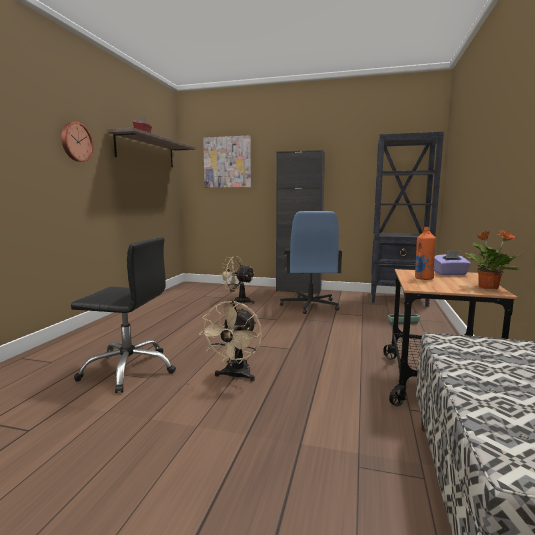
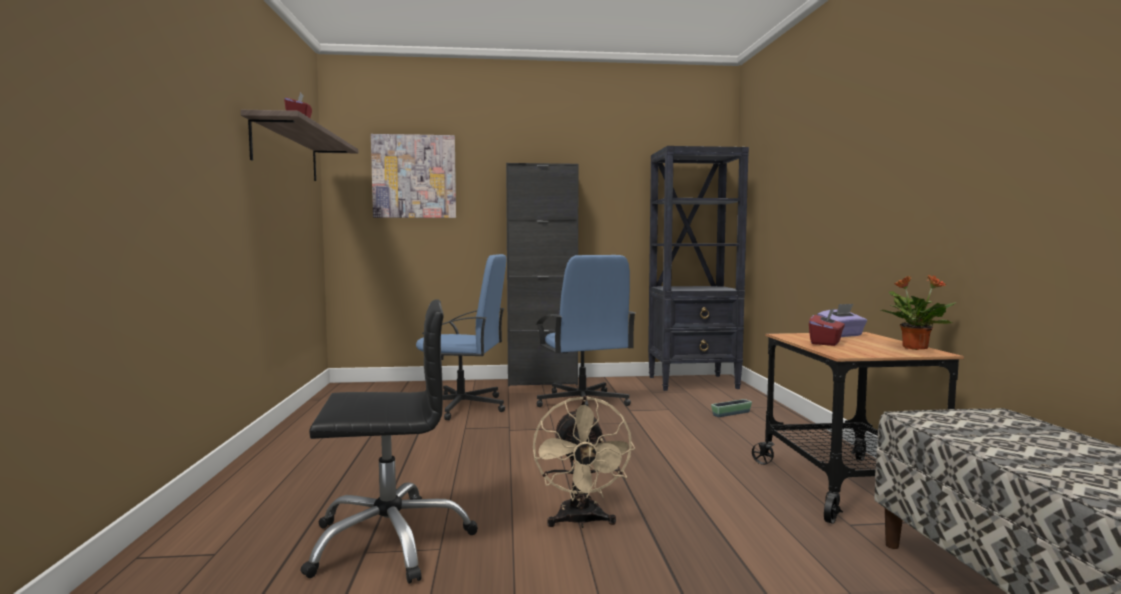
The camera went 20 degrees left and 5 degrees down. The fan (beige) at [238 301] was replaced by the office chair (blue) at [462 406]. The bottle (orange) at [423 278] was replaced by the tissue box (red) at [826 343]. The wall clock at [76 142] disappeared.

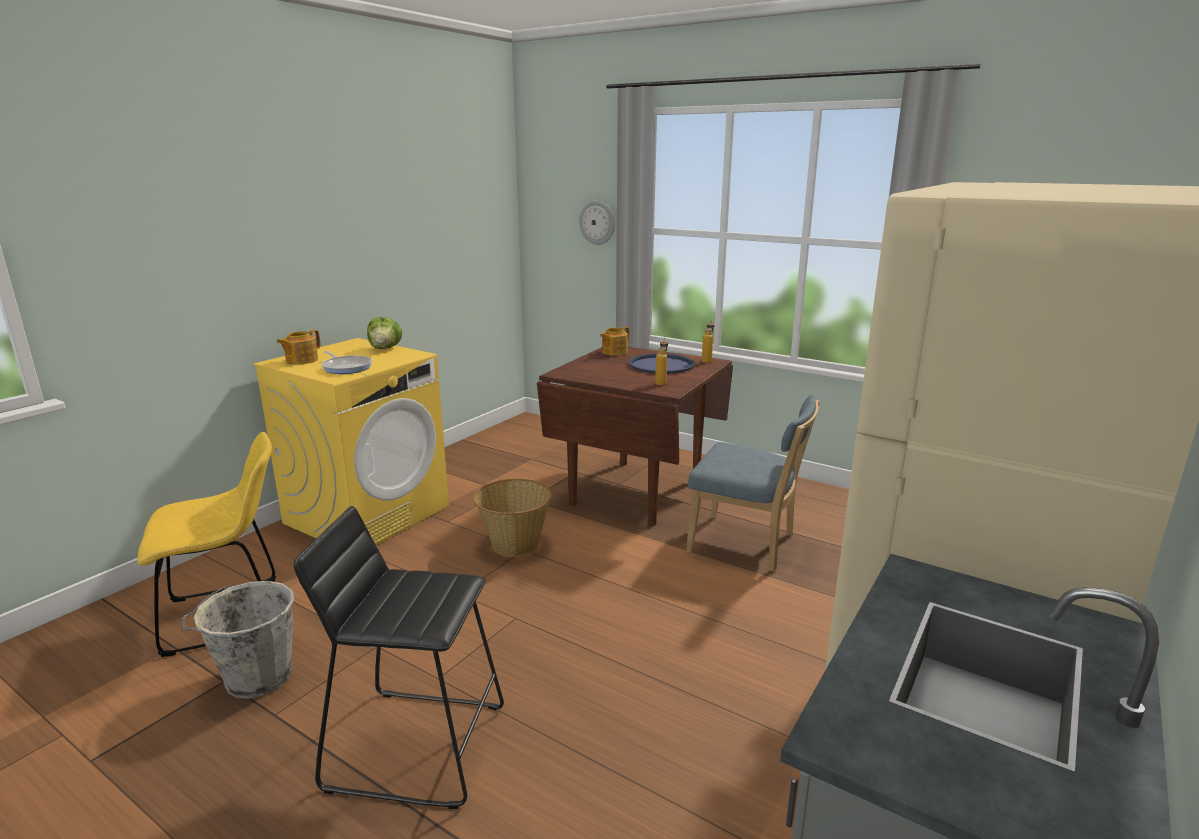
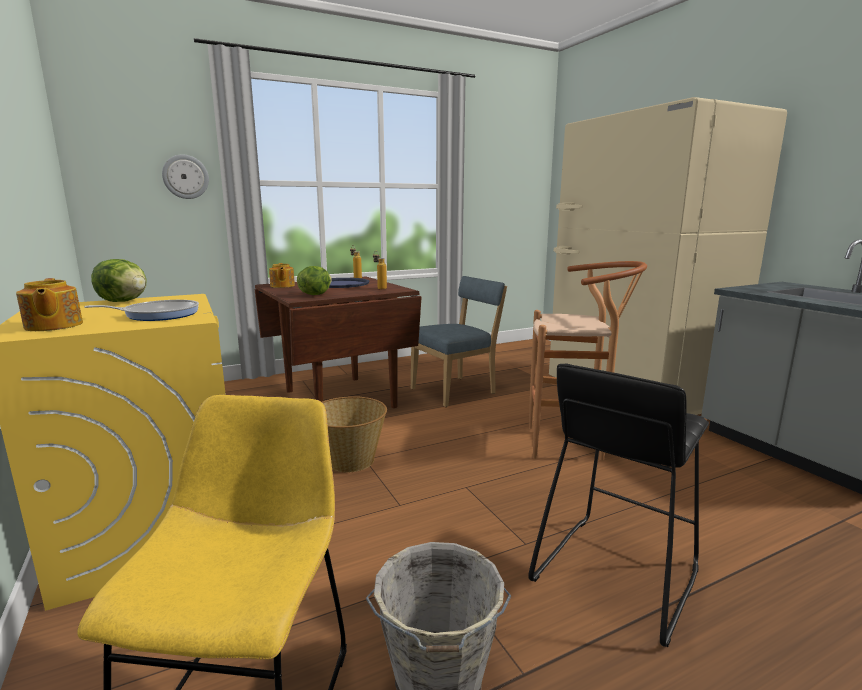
The camera went 60 degrees left and 5 degrees down. The lettuce at [314 294] appeared. The stool (brown) at [573 444] appeared.

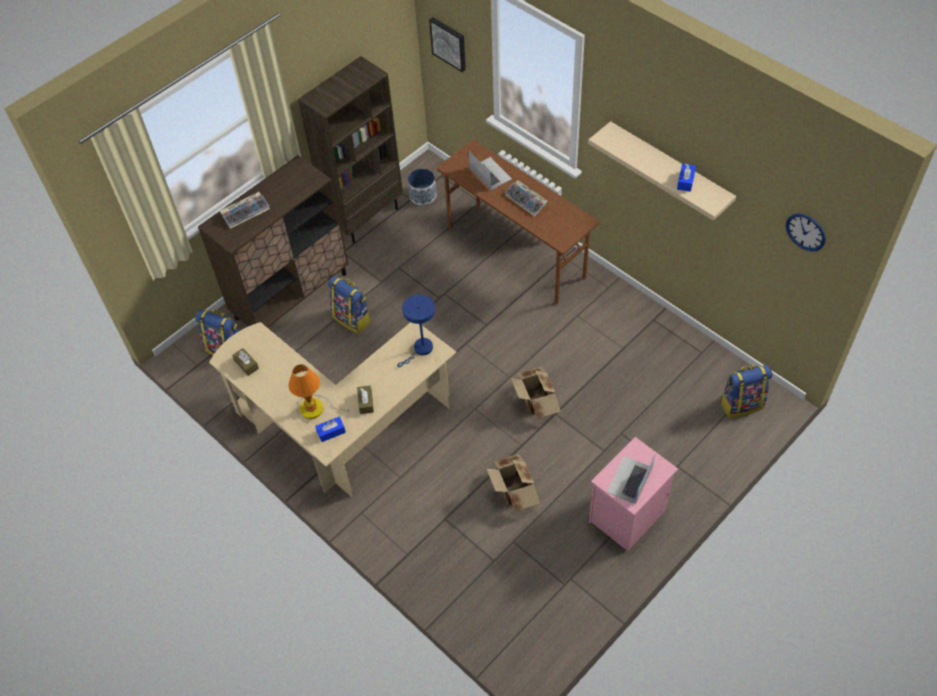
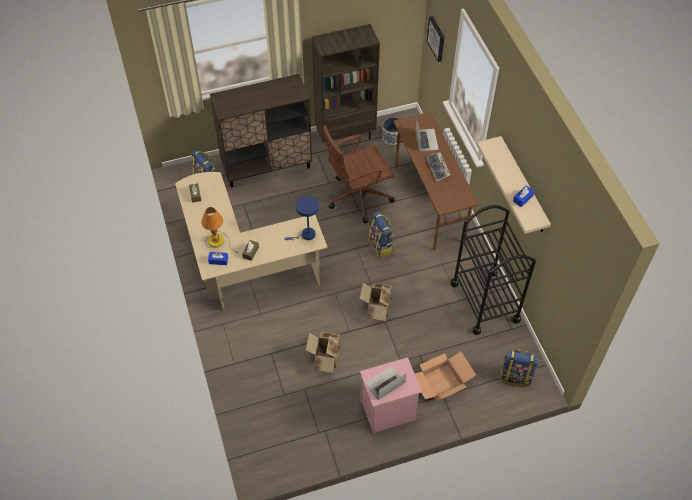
The camera went 25 degrees right and 0 degrees up. The office chair (brown) at [357 197] appeared. The backpack moved from [352 319] to [381 246]. The cardboard box at [441 383] appeared. The cart (black) at [485 302] appeared. The keyboard at [246 212] disappeared. The wall clock at [805 232] disappeared.

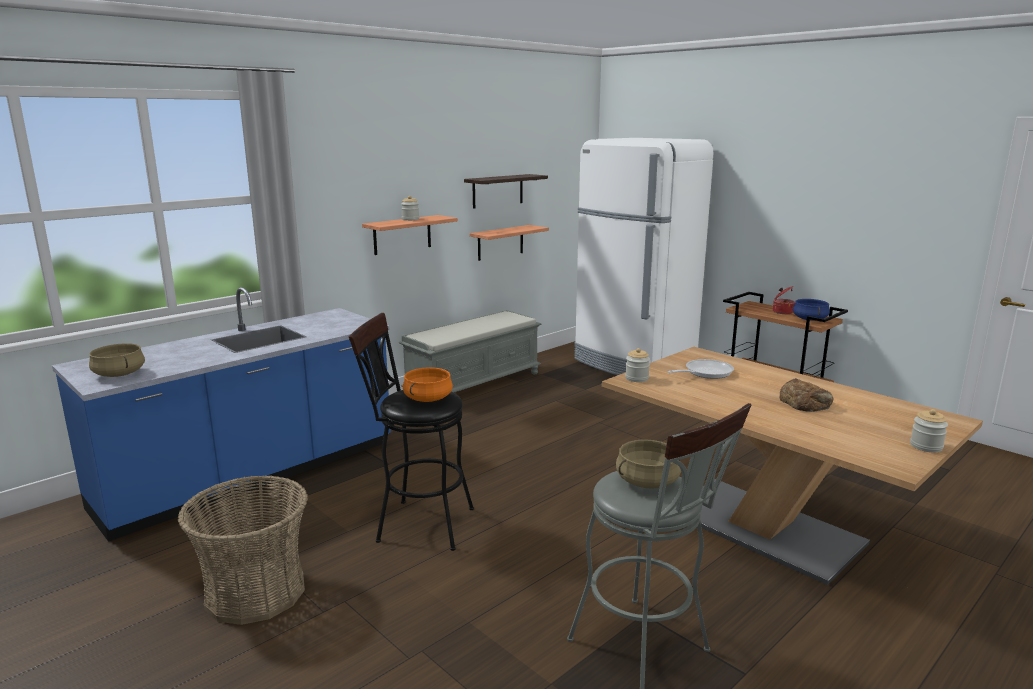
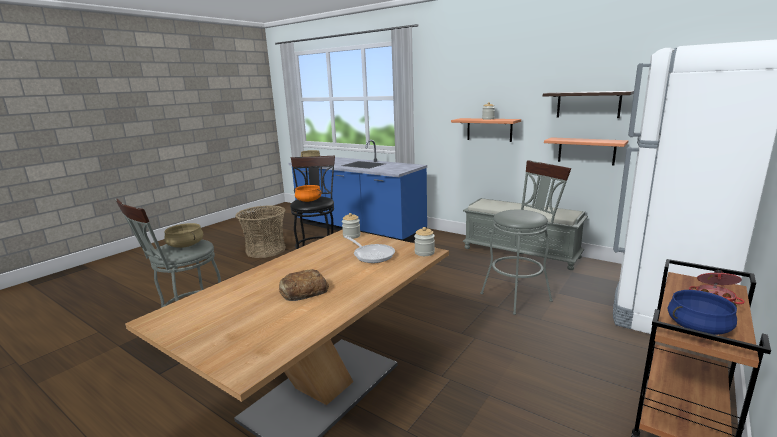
The camera went 80 degrees right and 0 degrees up. The jar moved from [926 446] to [424 252]. The stool (grey) at [519 295] appeared.

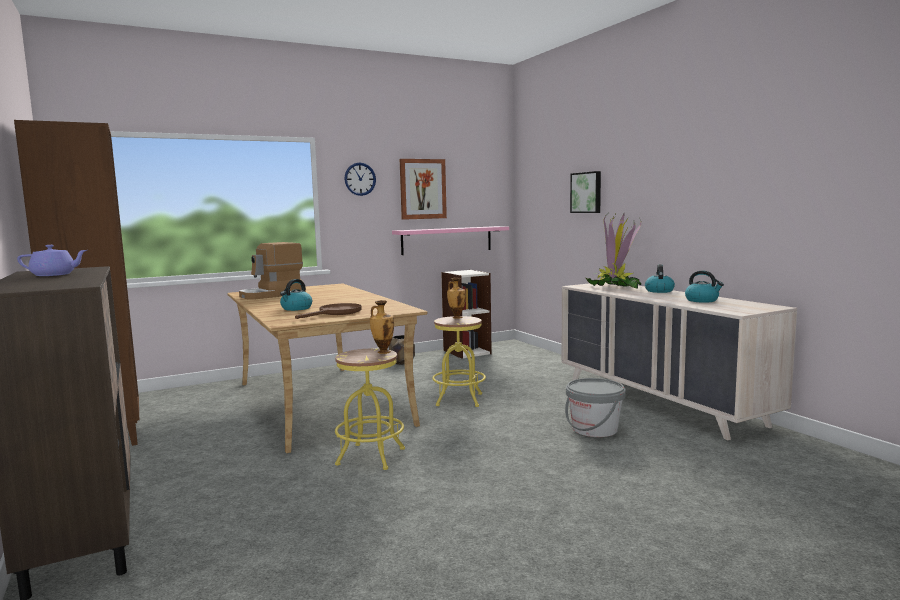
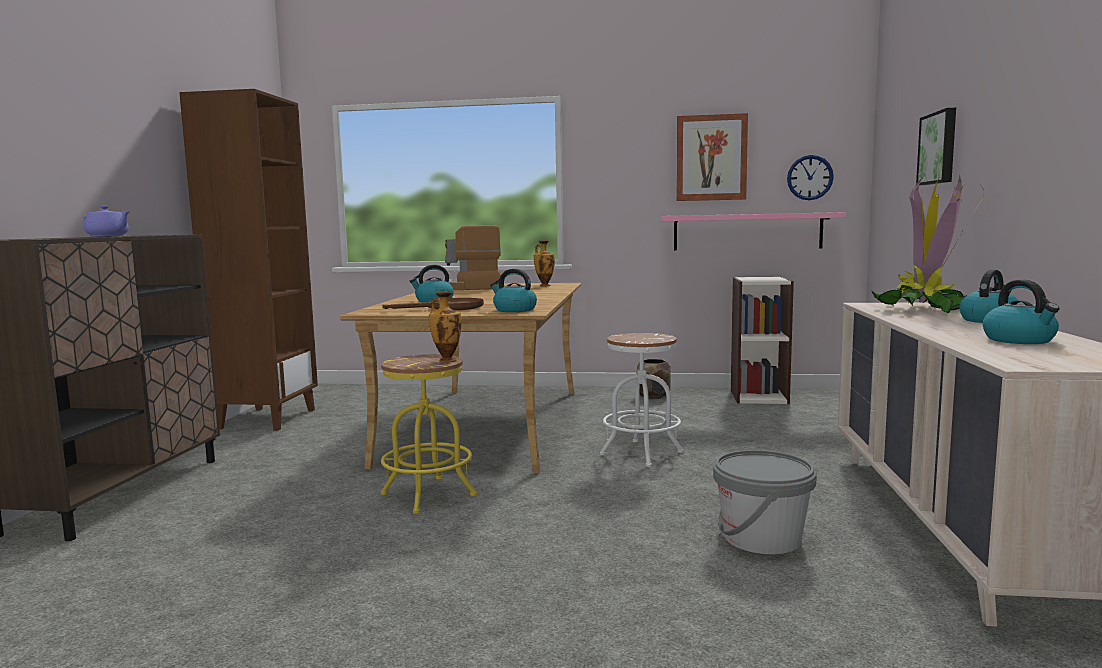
The camera went 35 degrees right and 0 degrees up. The kettle at [514 310] appeared. The vase moved from [456 317] to [544 285]. The stool (yellow) at [459 400] became the stool (white) at [641 453]. The wall clock moved from [360 179] to [810 177].

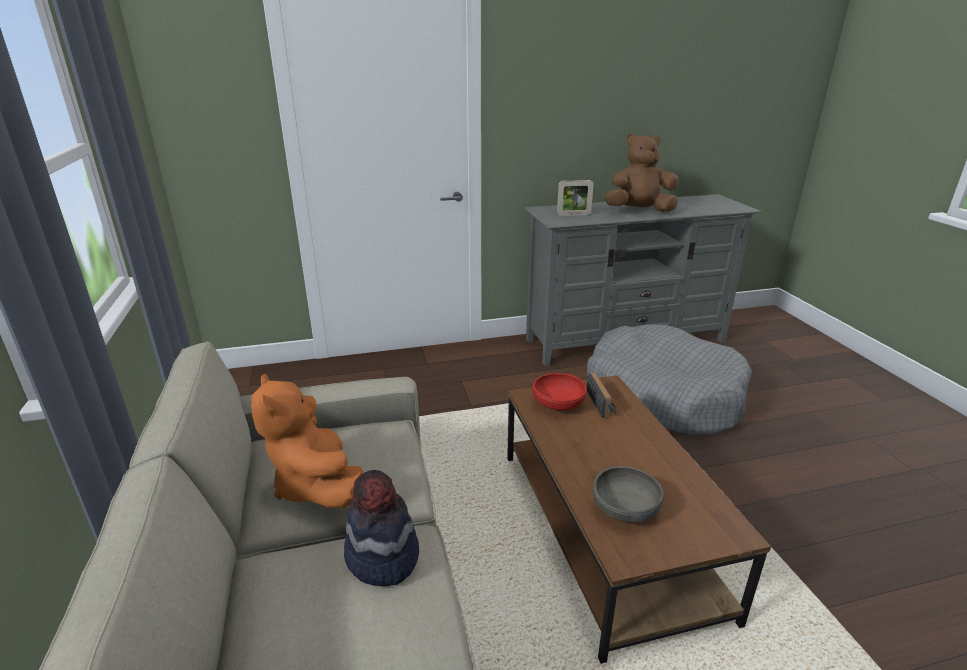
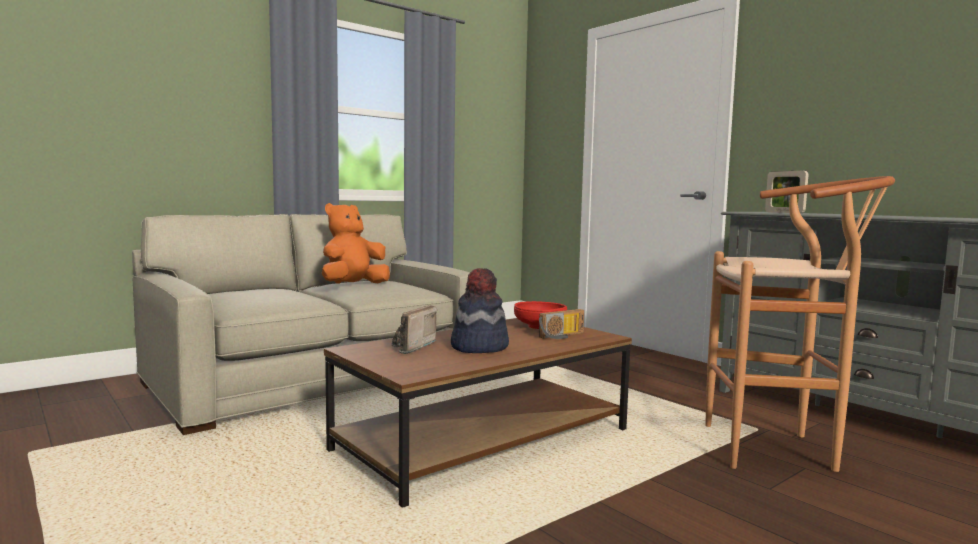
The camera went 65 degrees right and 20 degrees down. The bowl (grey) at [625 509] was replaced by the radio at [409 347]. The hat moved from [382 557] to [479 347]. The dog bed (grey) at [663 395] was replaced by the stool (brown) at [781 450]. The plush toy (brown) at [639 211] disappeared.

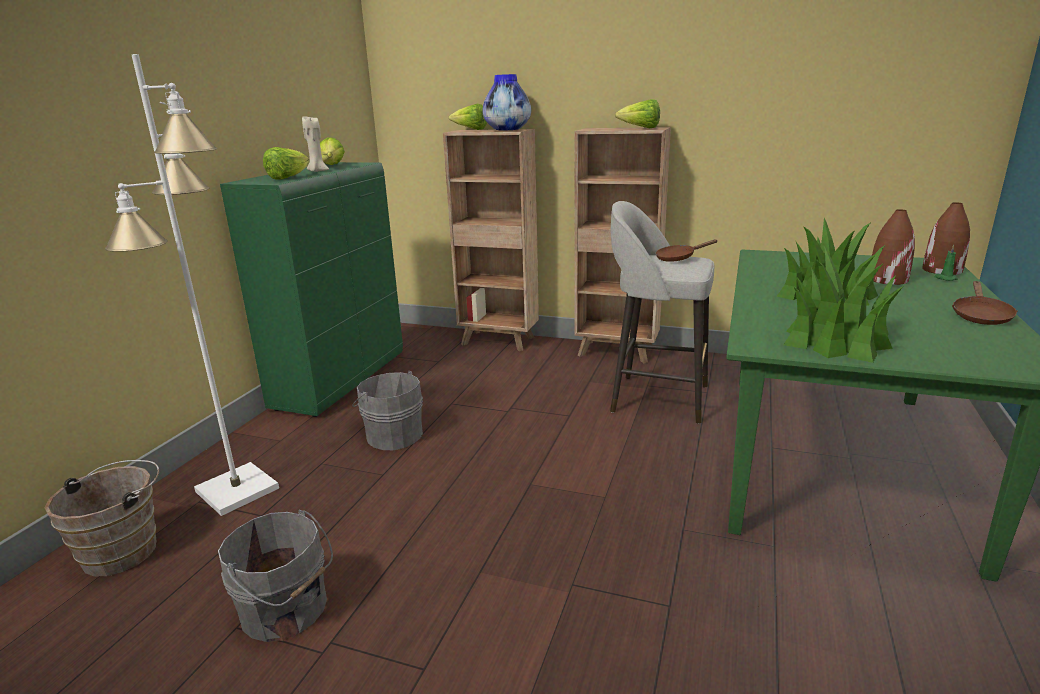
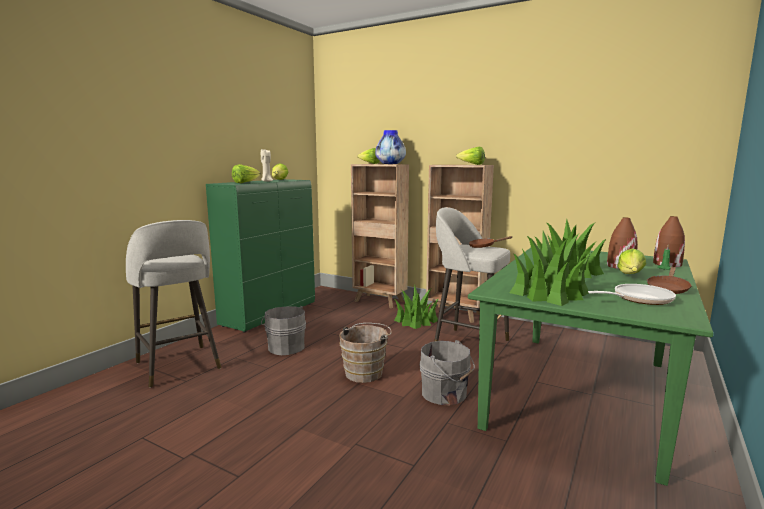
The camera went 10 degrees right and 10 degrees down. The floor lamp (white) at [236 491] was replaced by the stool (grey) at [178 366]. The bucket (brown) moved from [126 550] to [366 372]. The potted plant at [416 321] appeared. The bucket (grey) moved from [286 611] to [445 394]. The frying pan at [638 299] appeared. The lettuce at [630 276] appeared.

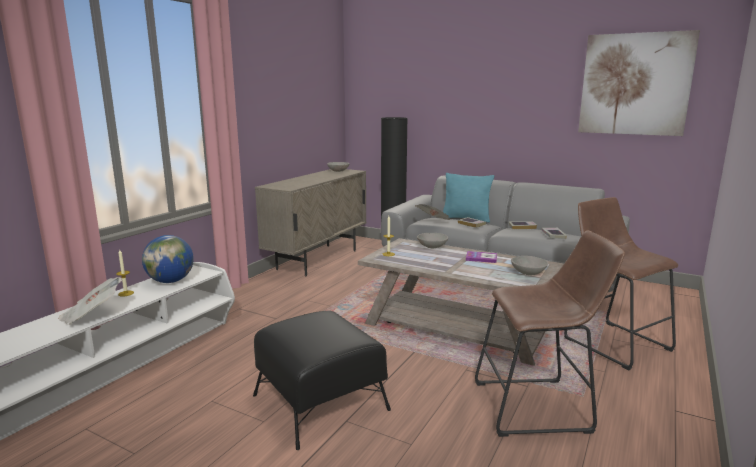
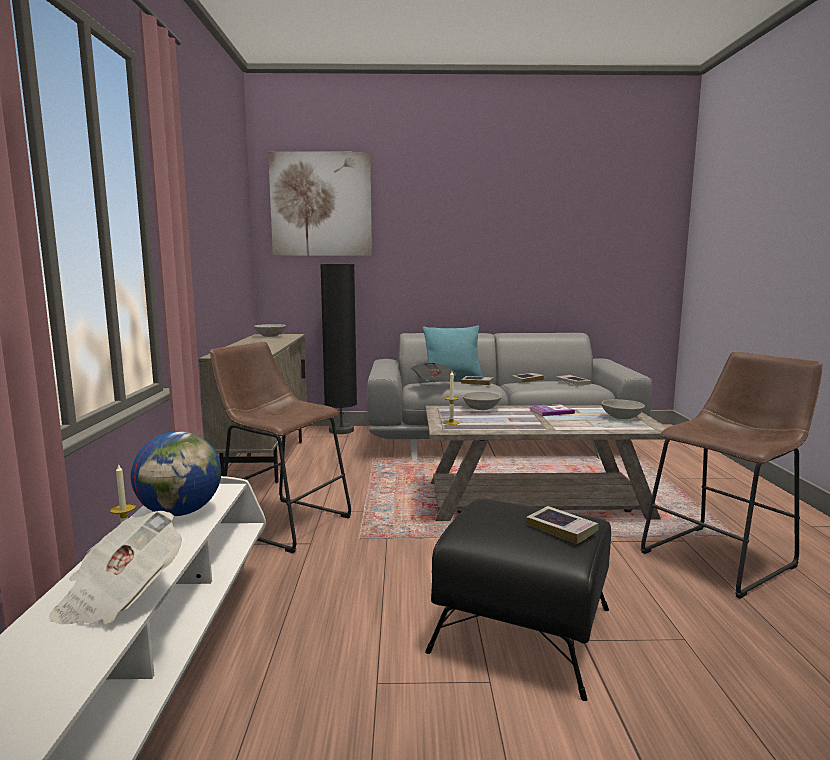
The camera went 30 degrees left and 5 degrees down. The stool (brown) moved from [612 342] to [282 522]. The picture moved from [635 84] to [321 204]. The book at [561 529] appeared.

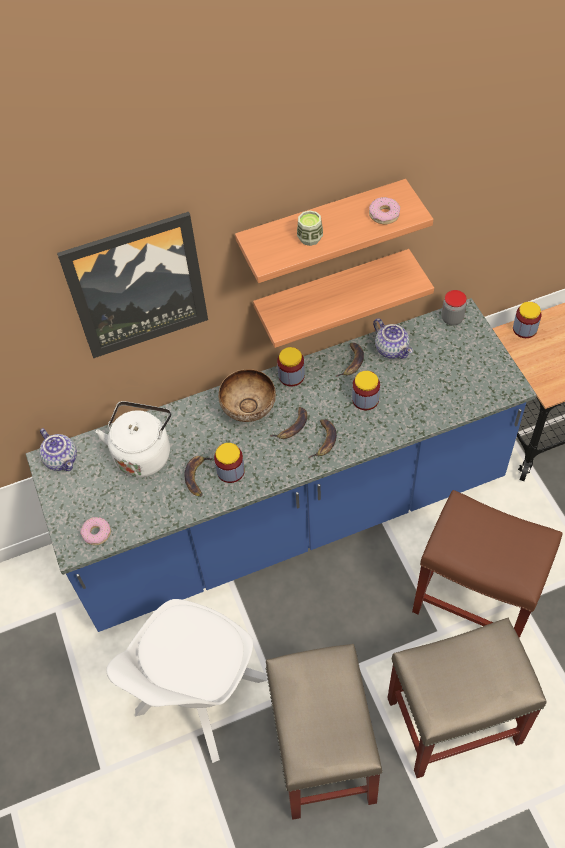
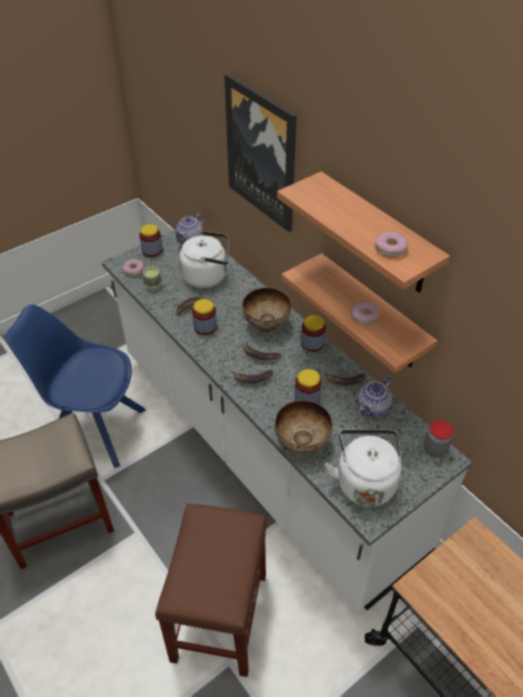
The camera went 70 degrees right and 10 degrees down. The chair (white) at [198 698] became the chair (blue) at [95 429]. The counter (blue) at [290 517] became the counter (white) at [261 450]. The jar moved from [524 329] to [152 250]. The cup moved from [310 238] to [153 286]. The bowl at [302 442] appeared. The kettle (white) at [364 481] appeared. The donut at [364 316] appeared. The stool (beige) at [452 721] disappeared.

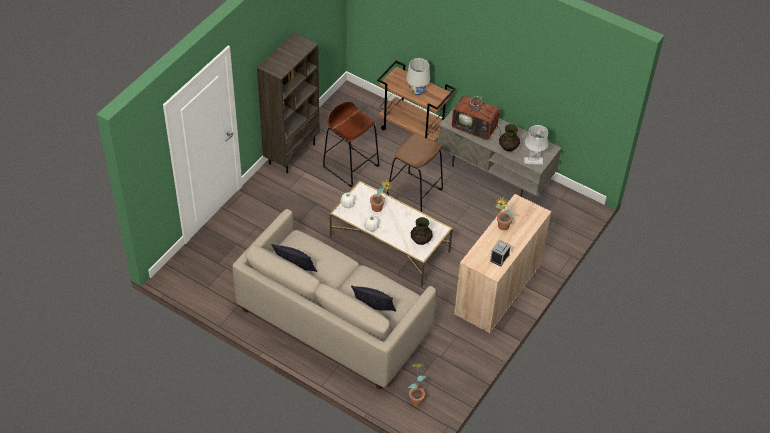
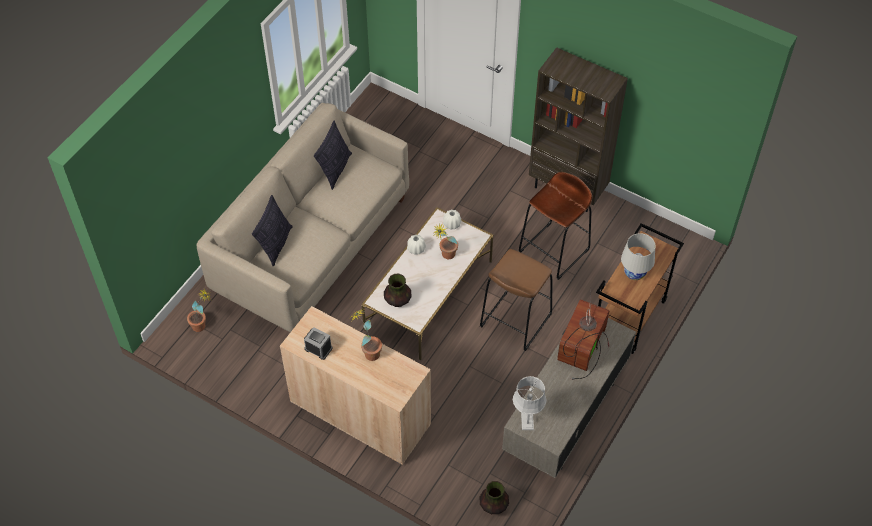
The camera went 90 degrees right and 5 degrees up. The vase moved from [508 147] to [493 505].

